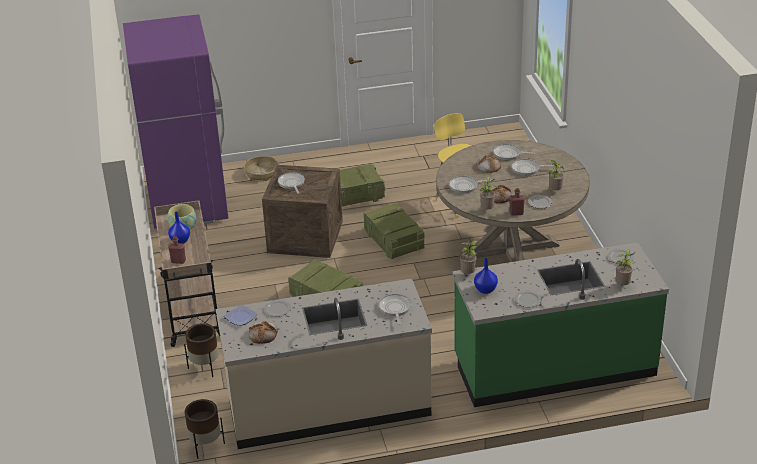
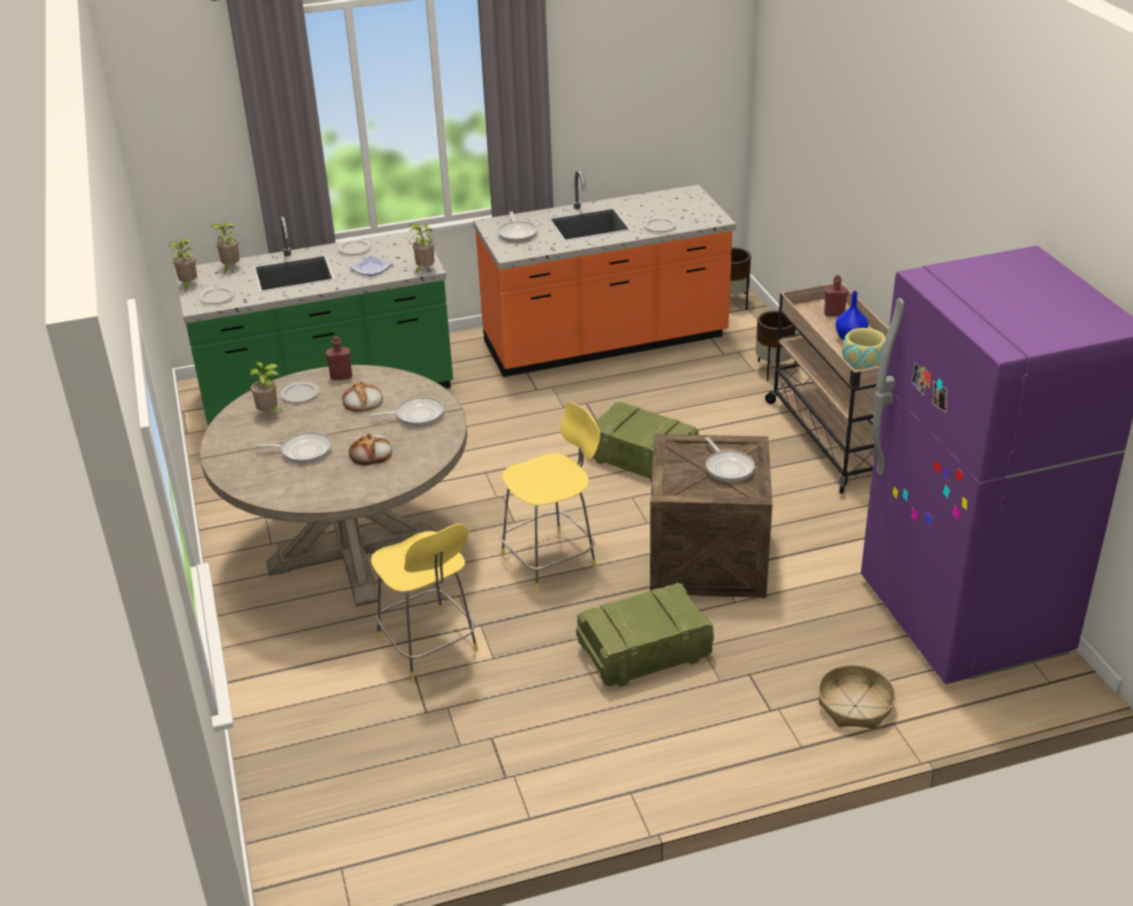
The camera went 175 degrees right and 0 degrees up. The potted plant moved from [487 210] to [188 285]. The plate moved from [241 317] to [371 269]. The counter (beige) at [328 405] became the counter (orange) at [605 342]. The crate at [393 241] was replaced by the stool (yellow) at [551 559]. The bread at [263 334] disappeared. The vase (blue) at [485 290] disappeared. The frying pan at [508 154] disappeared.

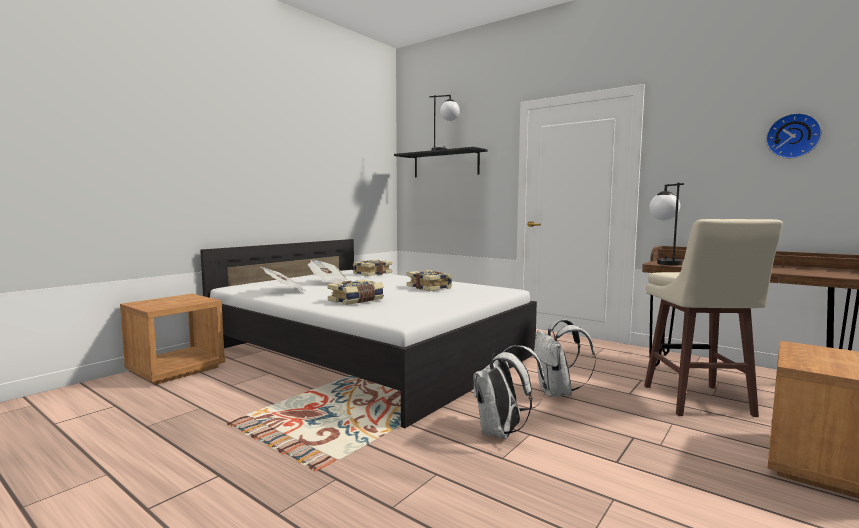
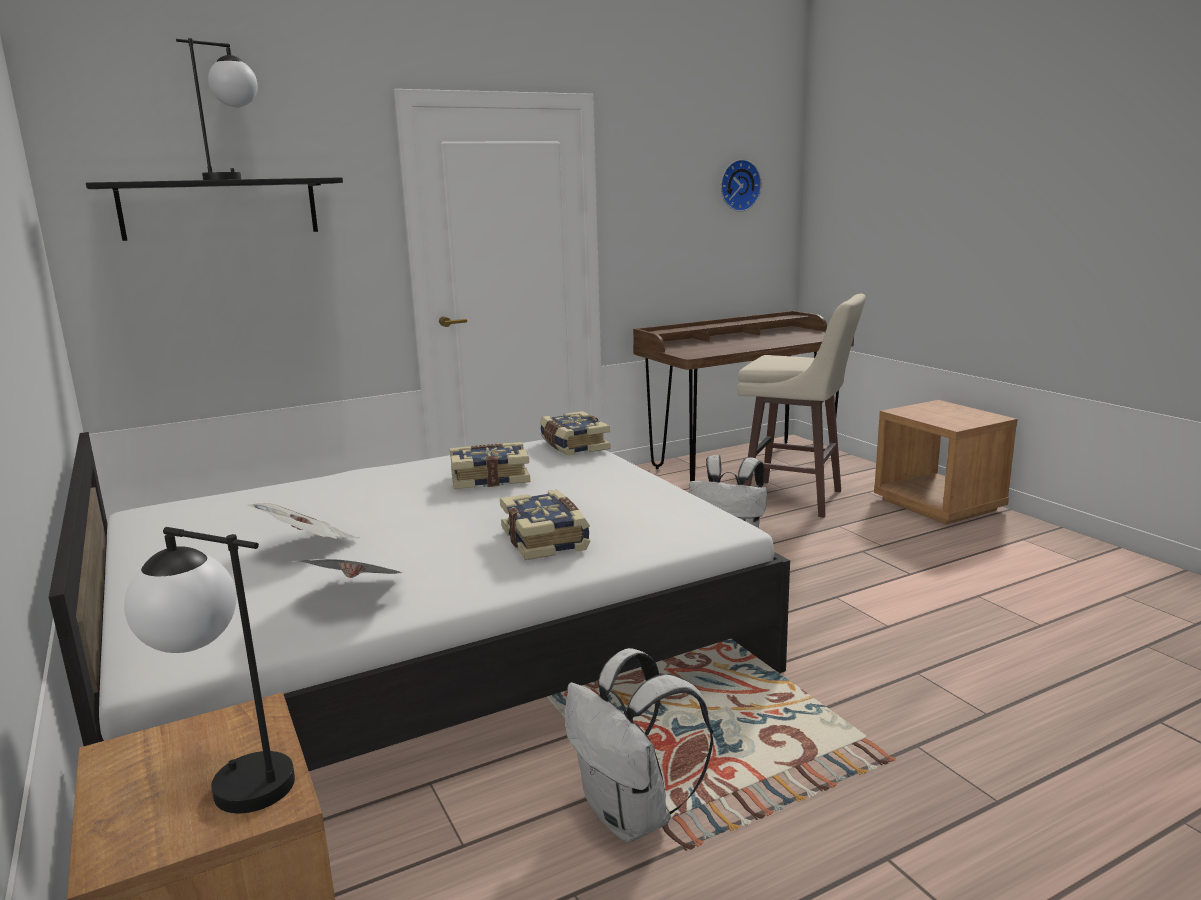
The camera went 65 degrees left and 10 degrees up. The table lamp moved from [664 263] to [229 780]. The book moved from [372 273] to [573 446]. The backpack (white) moved from [502 432] to [633 816].

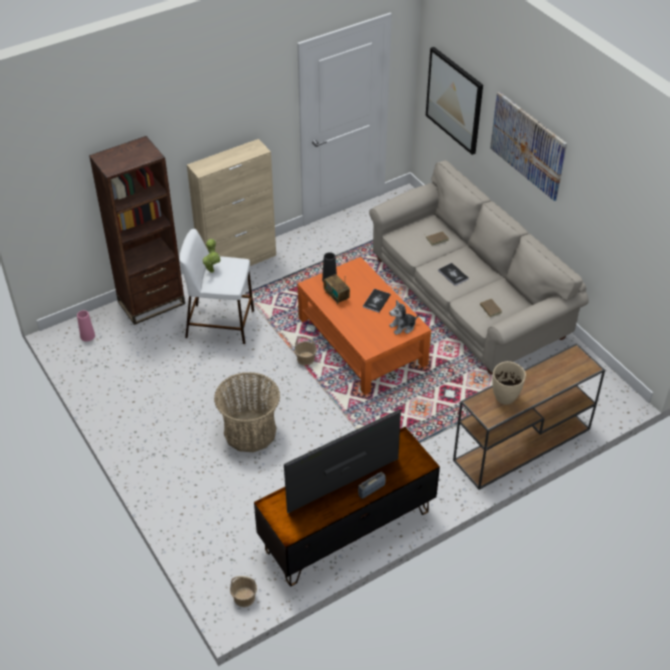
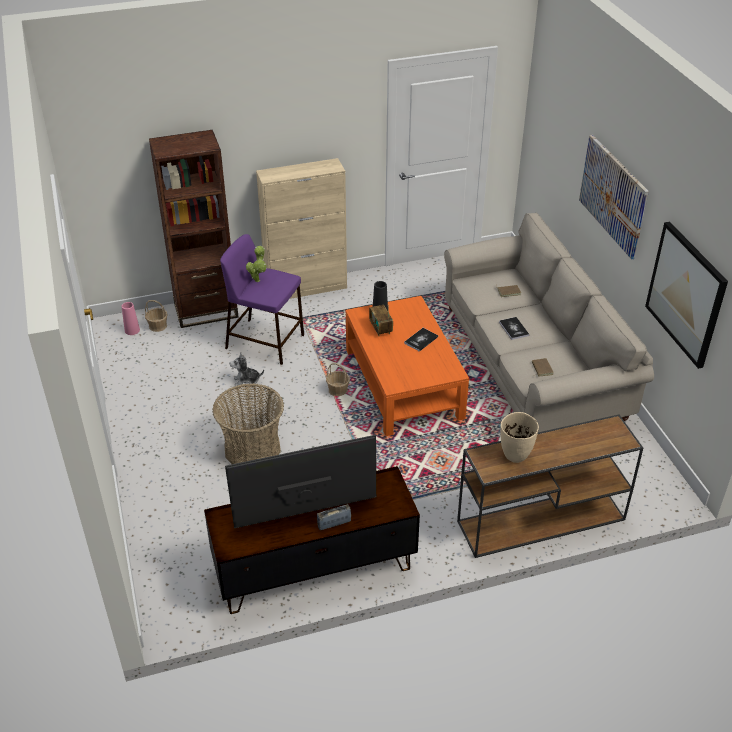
The camera went 15 degrees right and 5 degrees down. The basket moved from [244 597] to [158 326]. The stool (white) at [221 323] became the stool (purple) at [266 341]. The plush toy moved from [403 327] to [246 381]. The picture moved from [454 100] to [686 294].

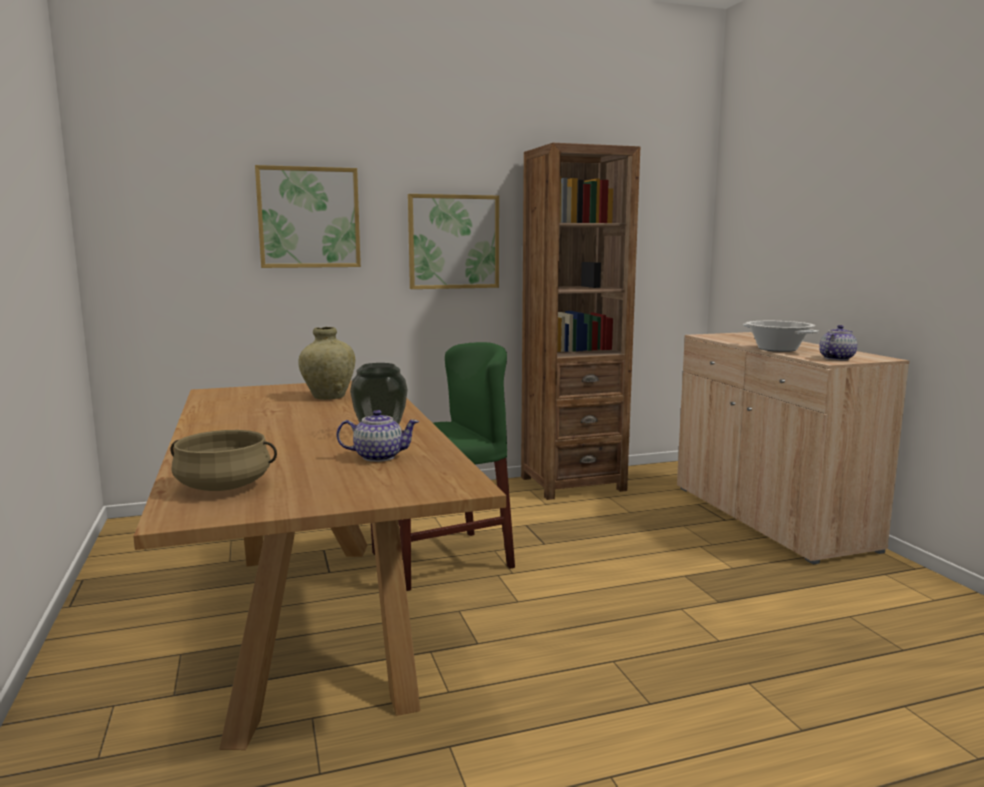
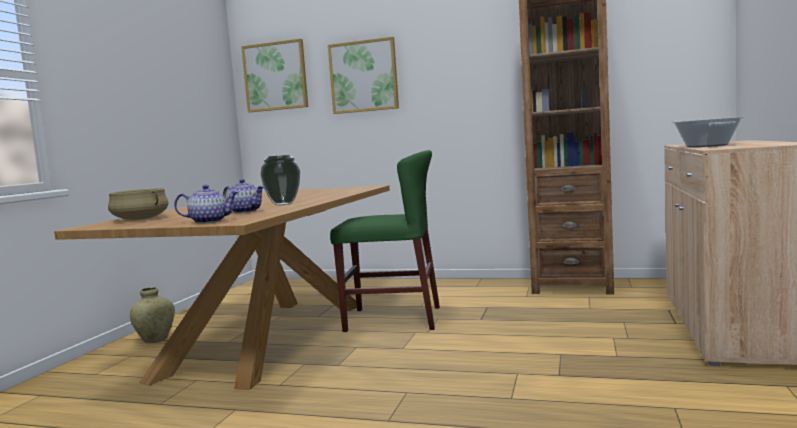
The camera went 35 degrees right and 5 degrees down. The vase (beige) moved from [328 396] to [155 339]. The teapot moved from [836 358] to [209 221]. The picture moved from [453 242] to [275 76].

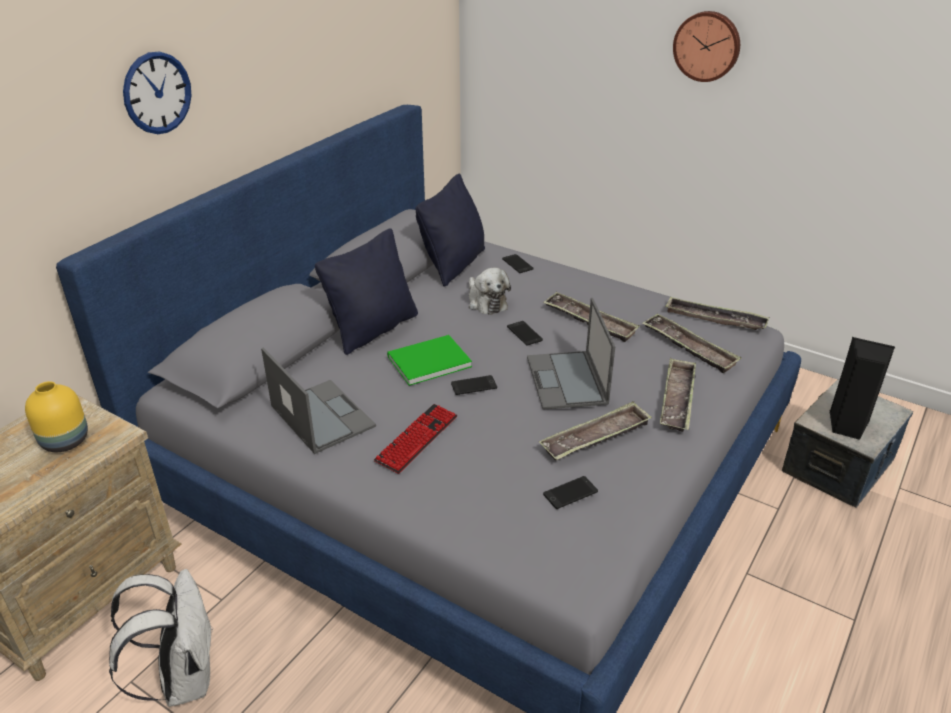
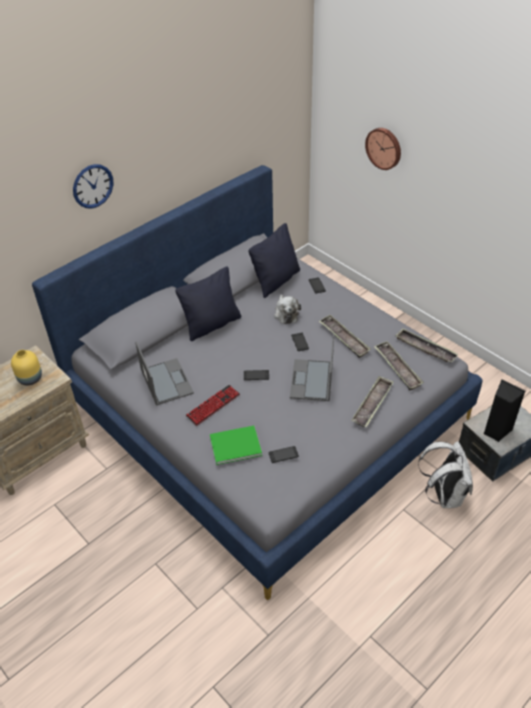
The camera went 15 degrees right and 10 degrees up. The book (green) moved from [426 361] to [233 445]. The wall clock moved from [707 46] to [384 148]. The backpack (white) moved from [183 678] to [444 495]. The tray at [595 437] disappeared.

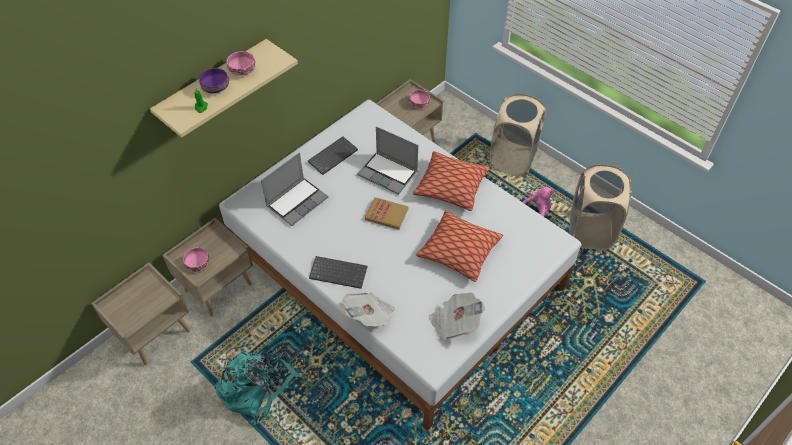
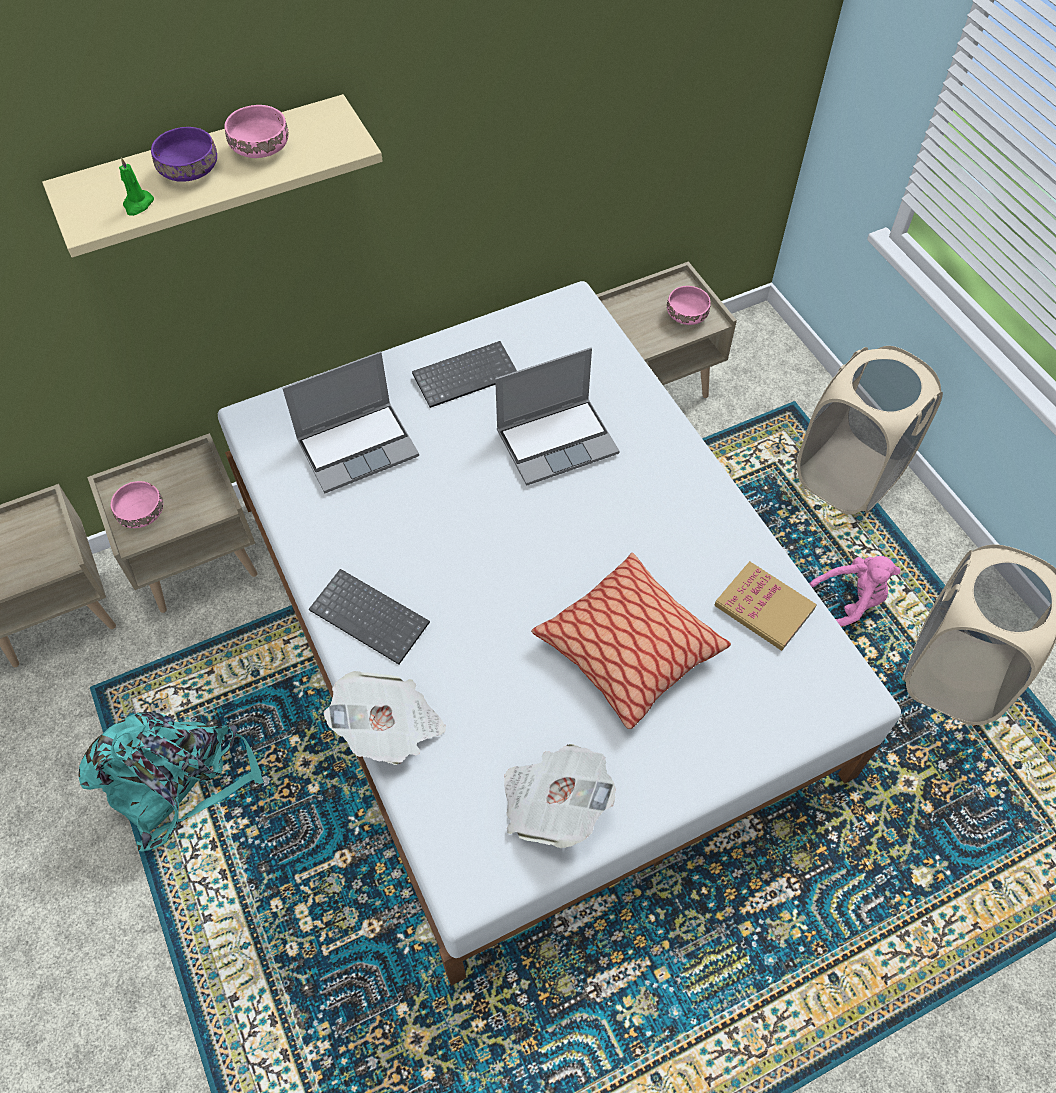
The camera went 20 degrees right and 5 degrees up. The laptop at [389 173] turned 75 degrees counterclockwise. The book moved from [386 214] to [764 607]. The pillow at [451 187] disappeared.

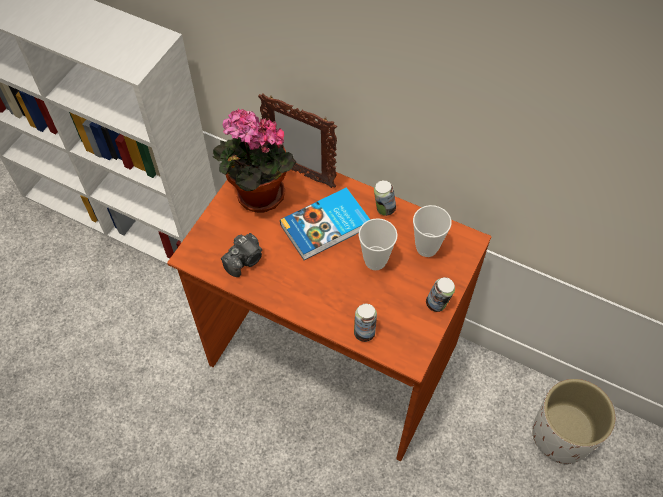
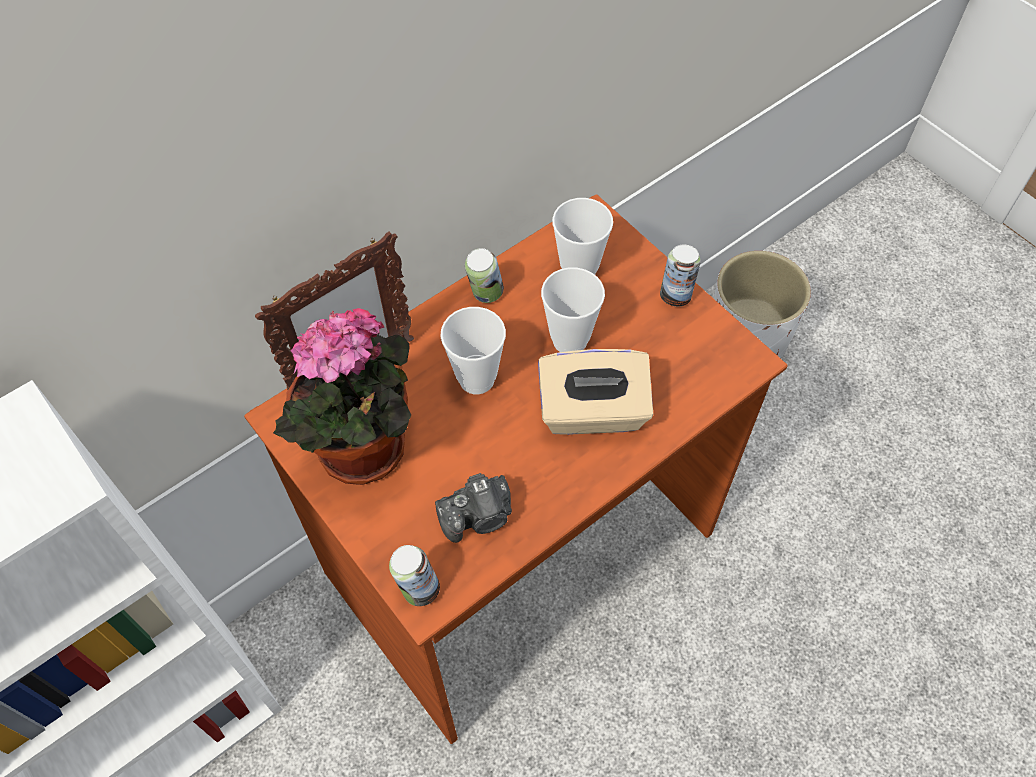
The camera went 65 degrees left and 0 degrees up. The can moved from [364 332] to [418 589]. The photo camera at [245 260] turned 90 degrees clockwise. The book at [326 227] was replaced by the cup at [477 379]. The tissue box (beige) at [593 412] appeared.

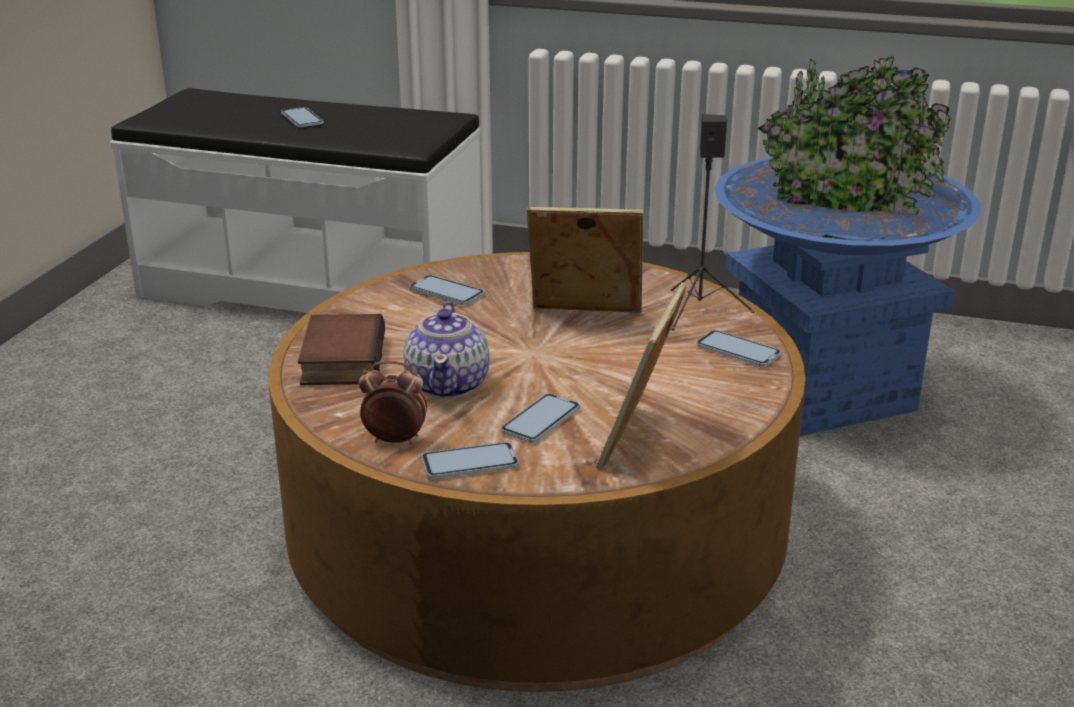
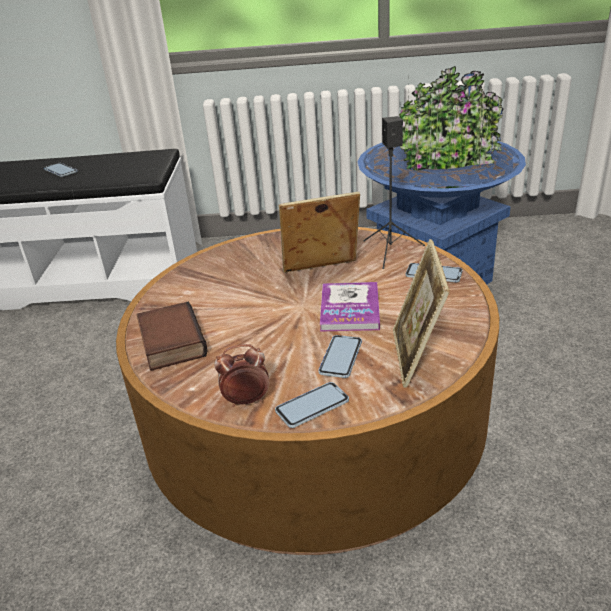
The camera went 15 degrees left and 5 degrees up. The book at [350 308] appeared. The teapot at [448 384] disappeared. The phone at [446 292] disappeared.

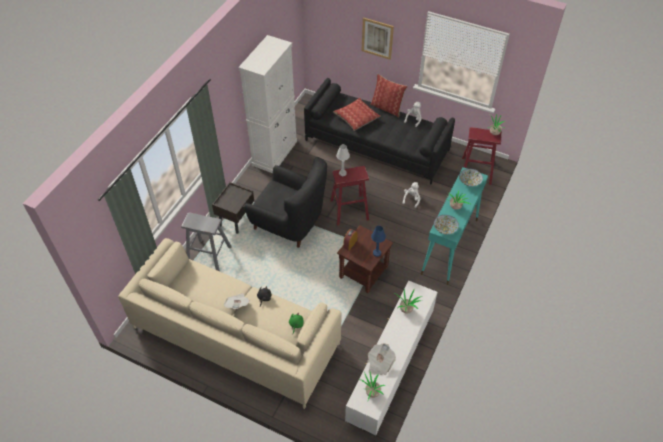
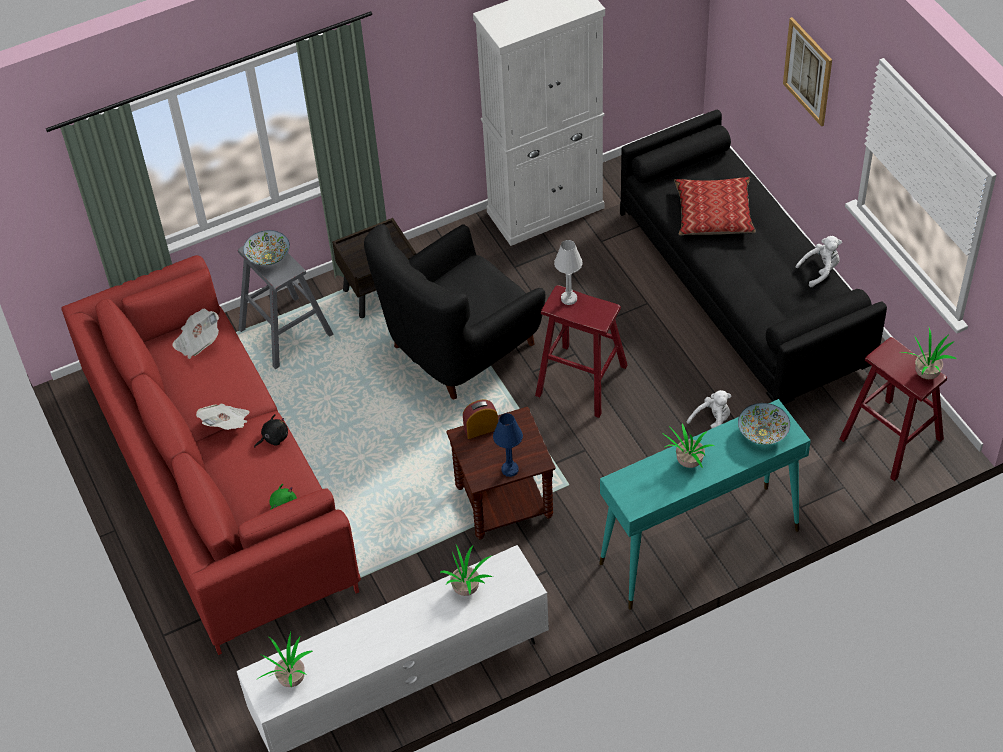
The camera went 40 degrees right and 0 degrees up. The sofa (beige) at [236 335] became the sofa (red) at [217 480]. The newspaper moved from [379 363] to [198 342]. The bowl moved from [445 229] to [268 256]. The armchair (black) at [289 223] turned 75 degrees clockwise. The pillow at [387 108] disappeared.

